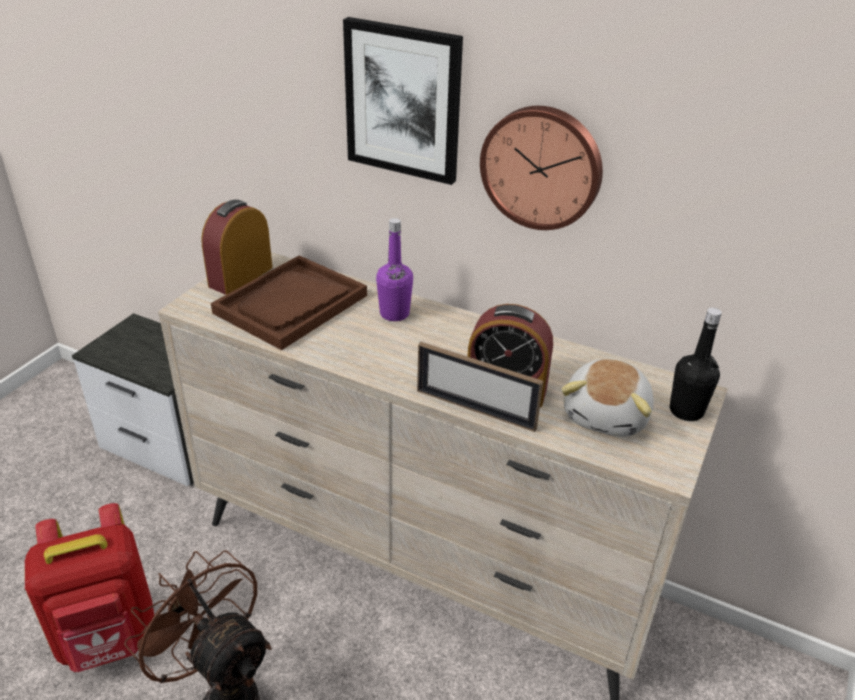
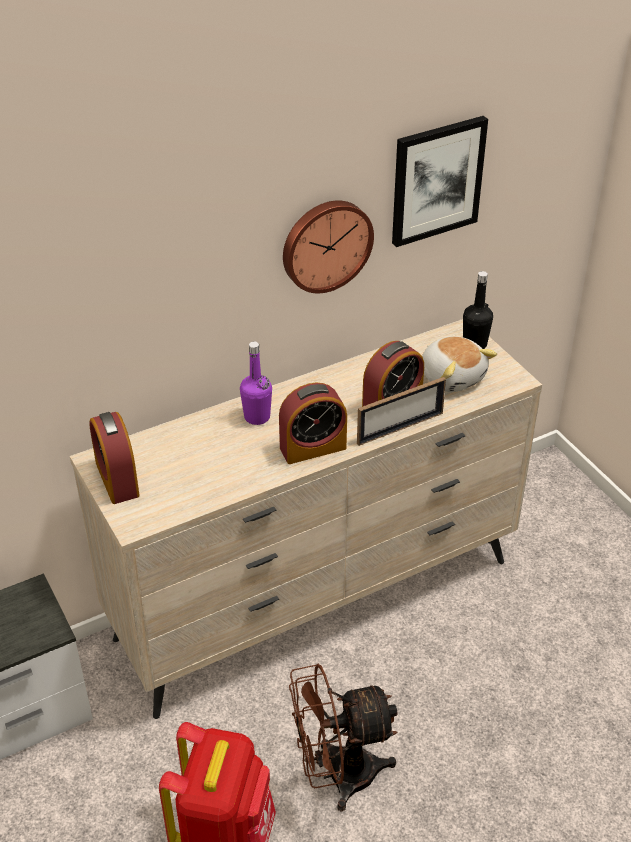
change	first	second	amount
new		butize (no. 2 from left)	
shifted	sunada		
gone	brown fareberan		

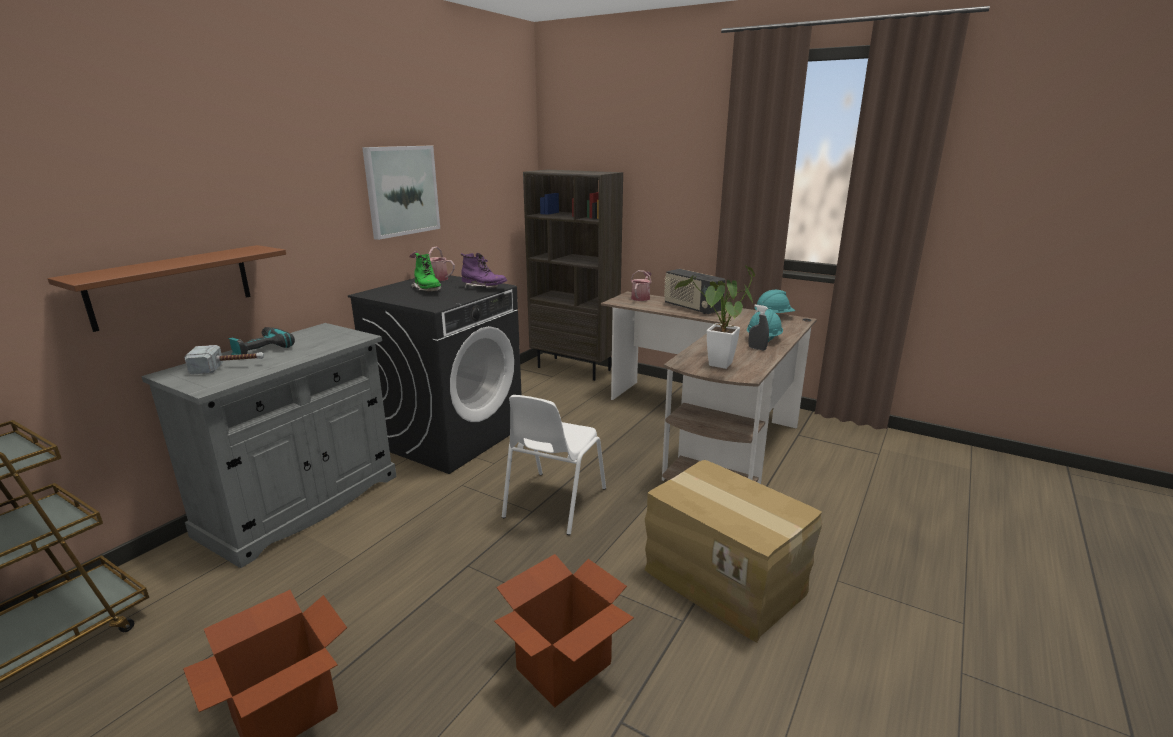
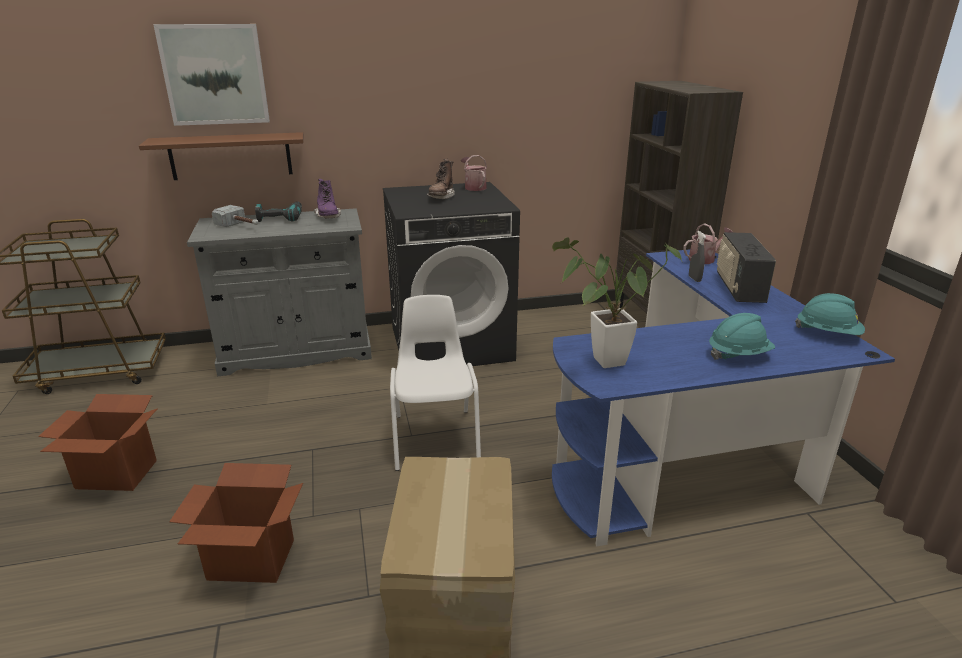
change	first	second	amount
shifted	sunada		
shifted	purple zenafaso		
rotated	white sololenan		105 degrees clockwise
repainted	green zenafaso	brown zenafaso	
repainted	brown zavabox	blue zavabox	
shifted	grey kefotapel		

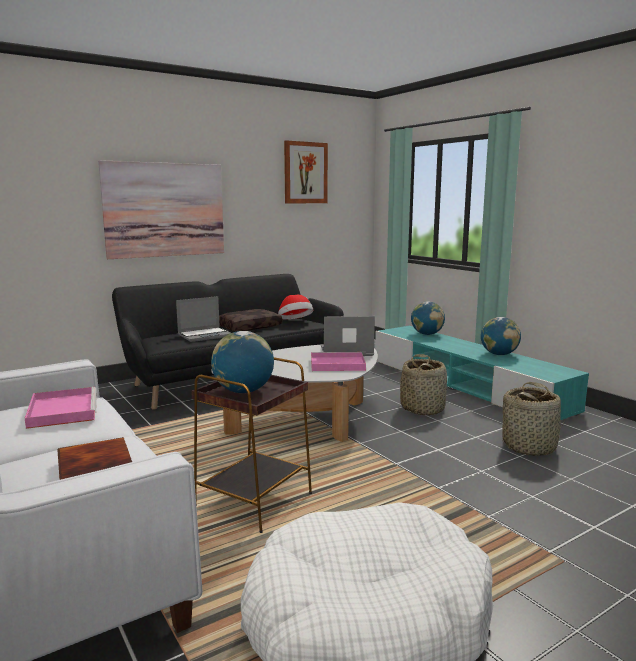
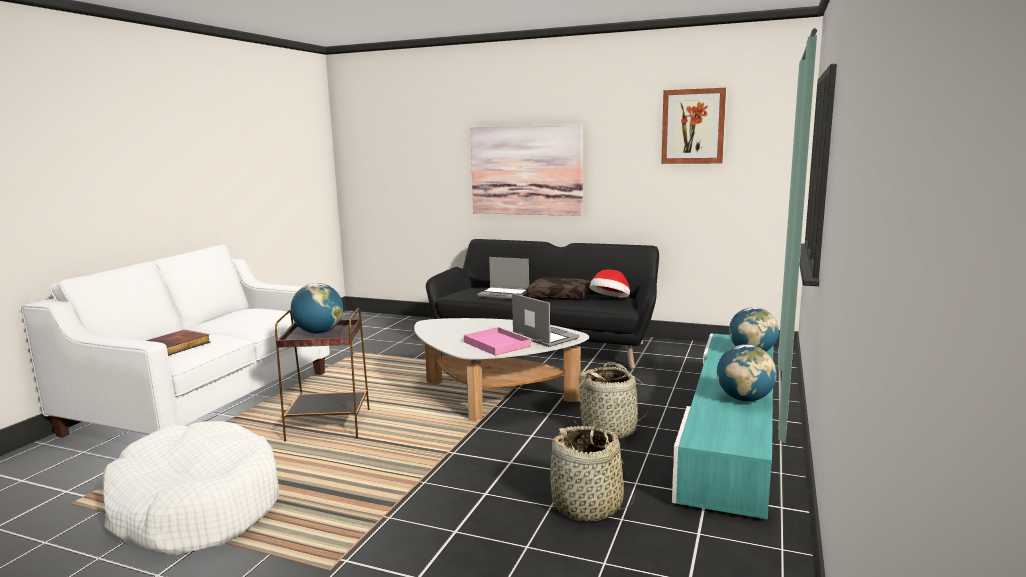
change	first	second	amount
gone	pink fareberan (no. 1 from left)		

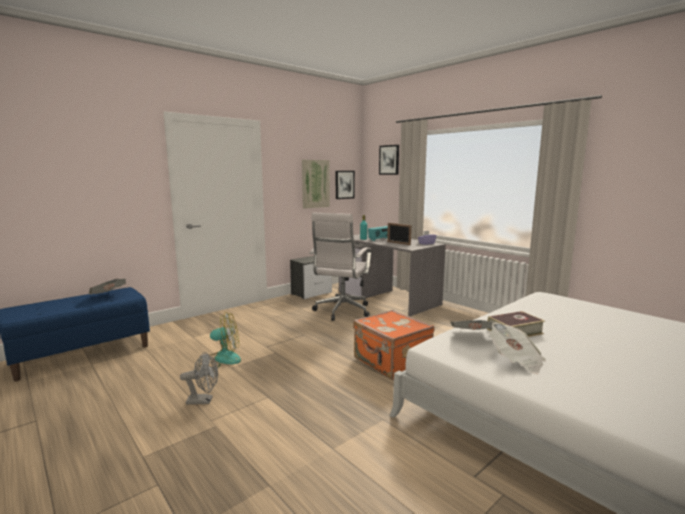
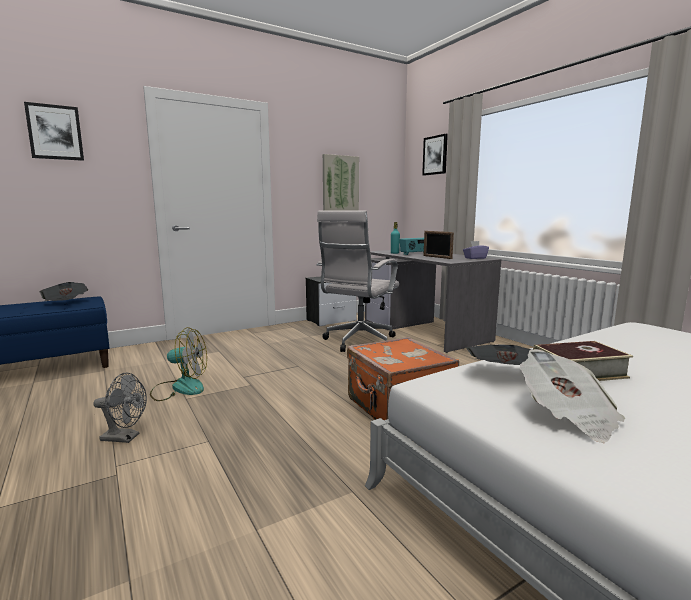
change	first	second	amount
shifted	sunada (no. 2 from left in the first image)	sunada (no. 1 from left)	

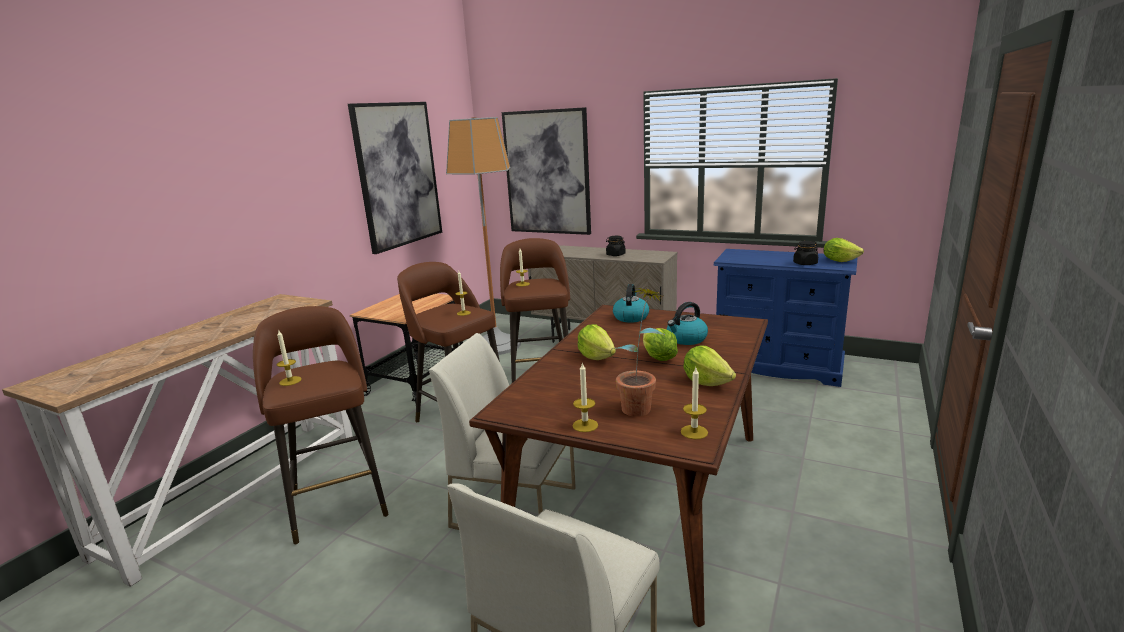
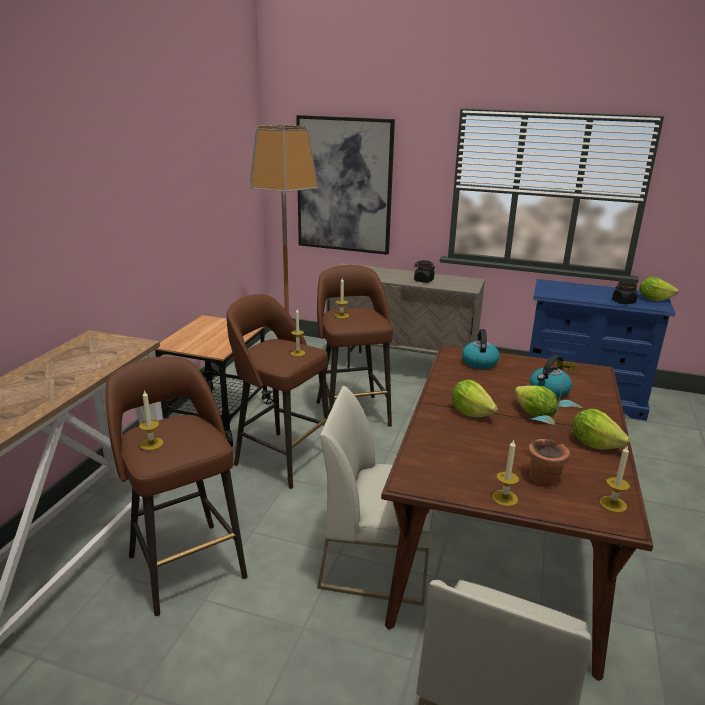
change	first	second	amount
gone	sunada (no. 1 from left)		

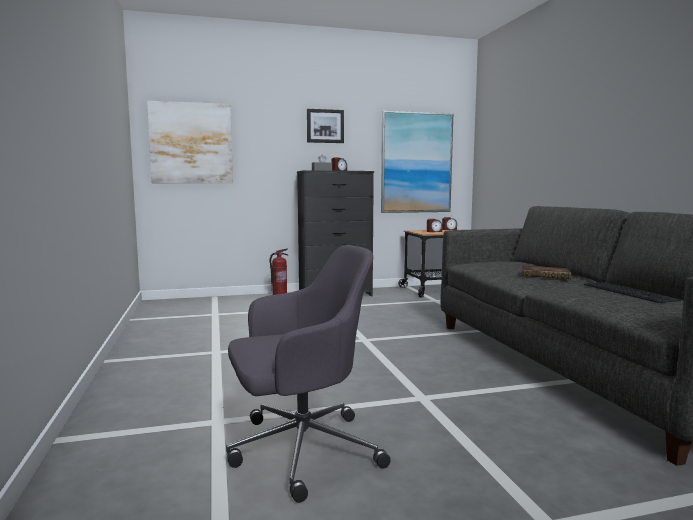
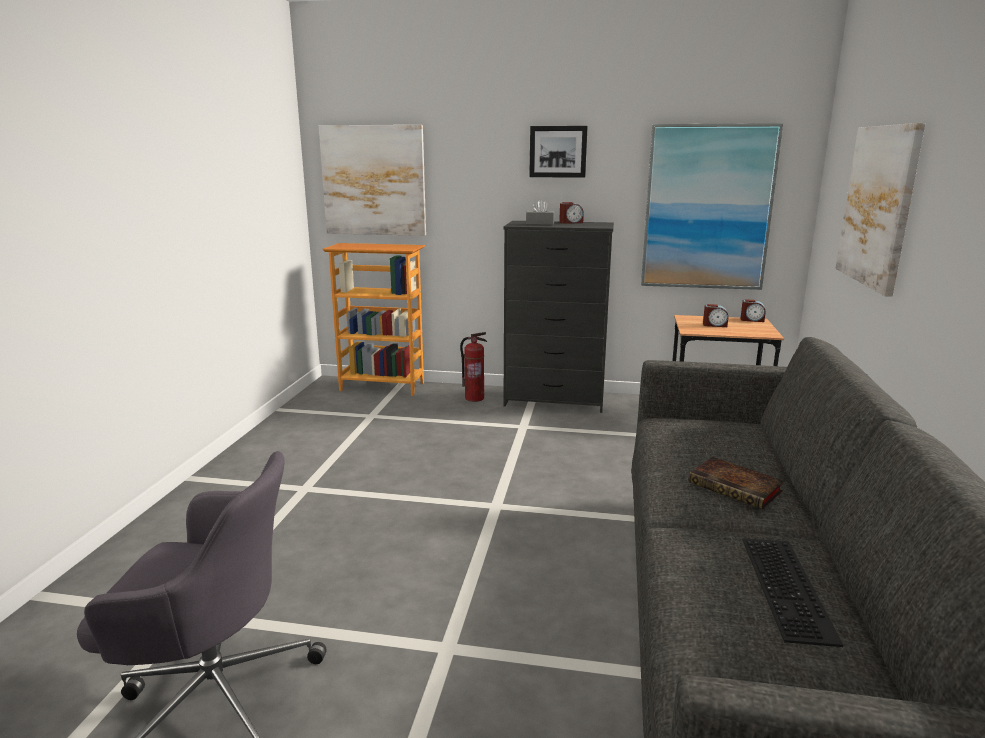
change	first	second	amount
new		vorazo	
new		sunada (no. 4 from left)	

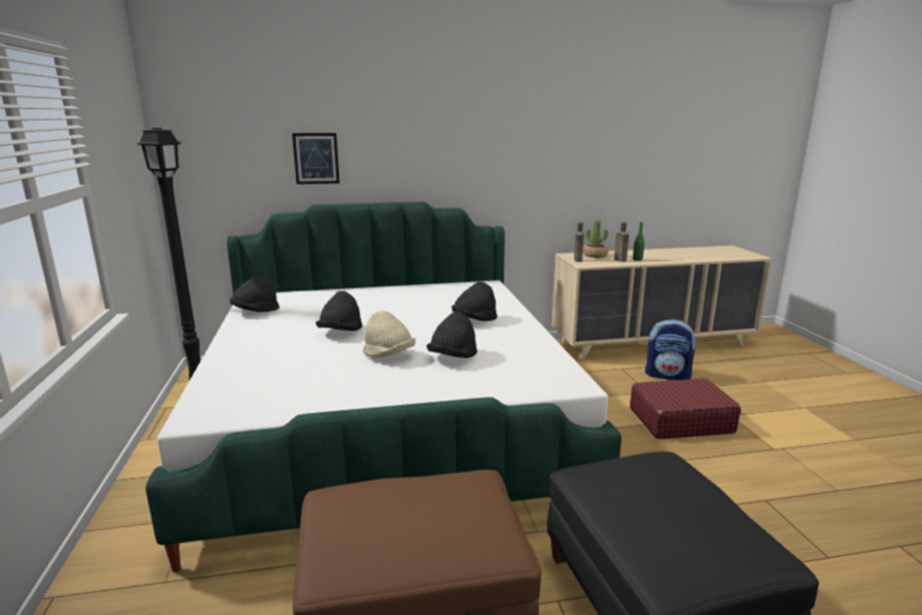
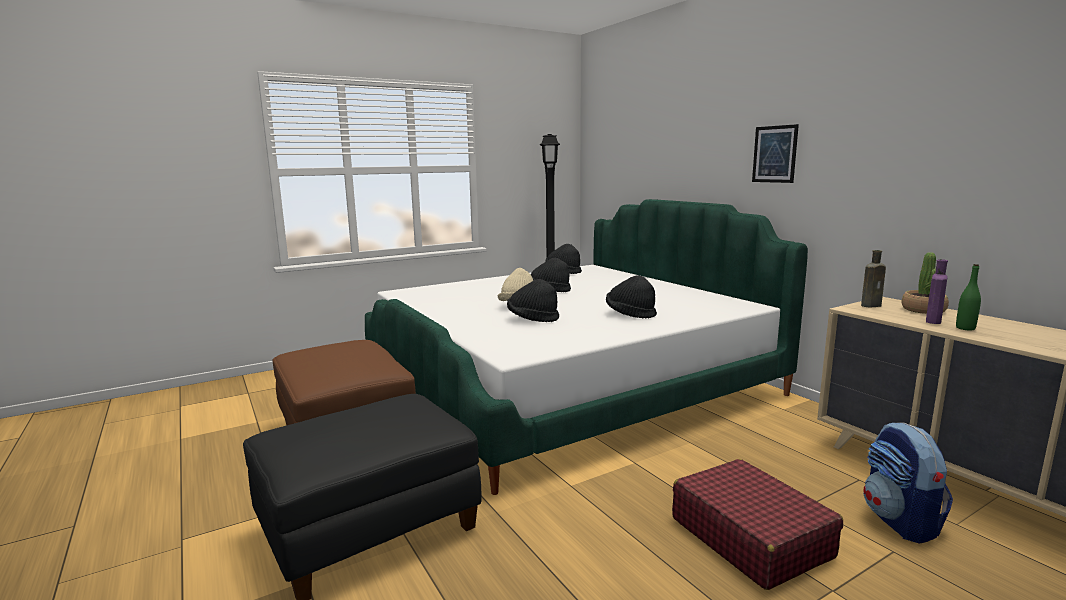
change	first	second	amount
shifted	sunada		
repainted	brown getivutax (no. 2 from left)	purple getivutax	

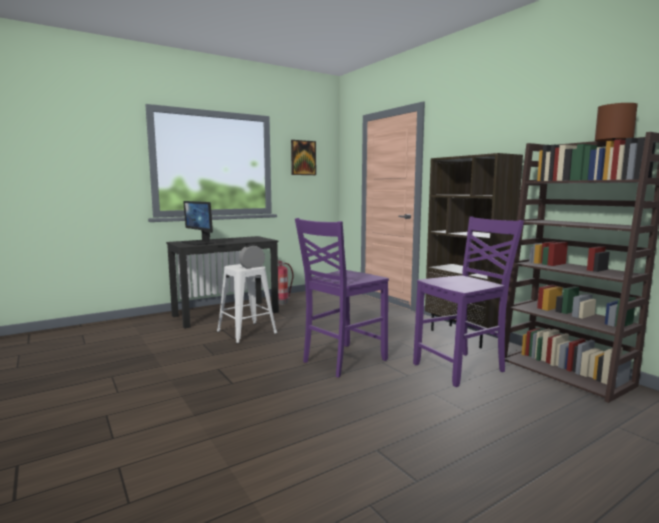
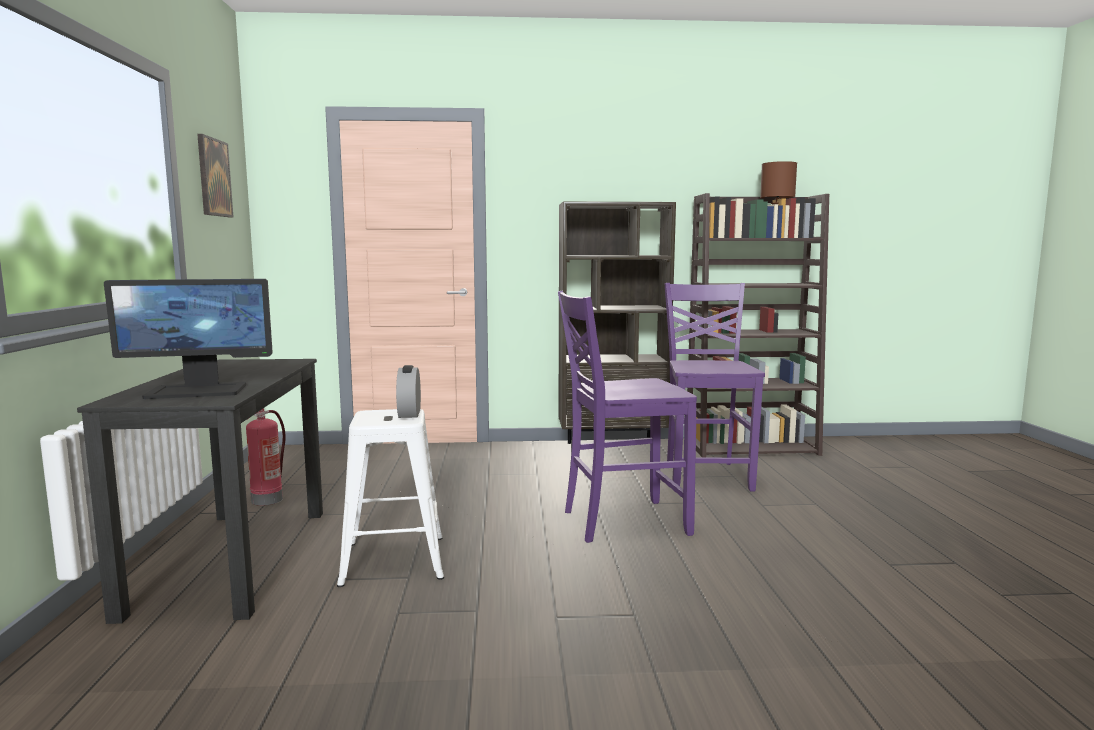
change	first	second	amount
rotated	purple sololenan (no. 1 from left)		90 degrees clockwise

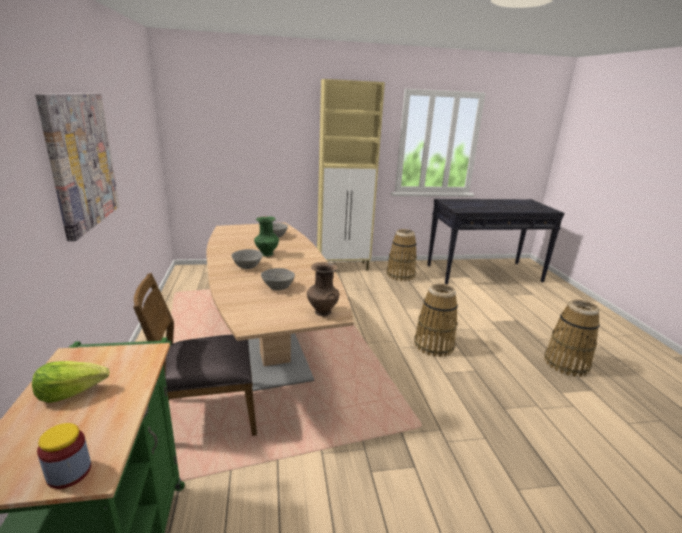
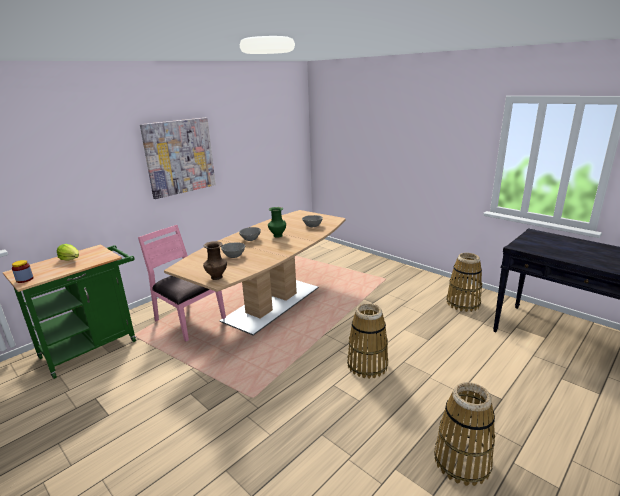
change	first	second	amount
repainted	brown sololenan	pink sololenan	
gone	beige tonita		

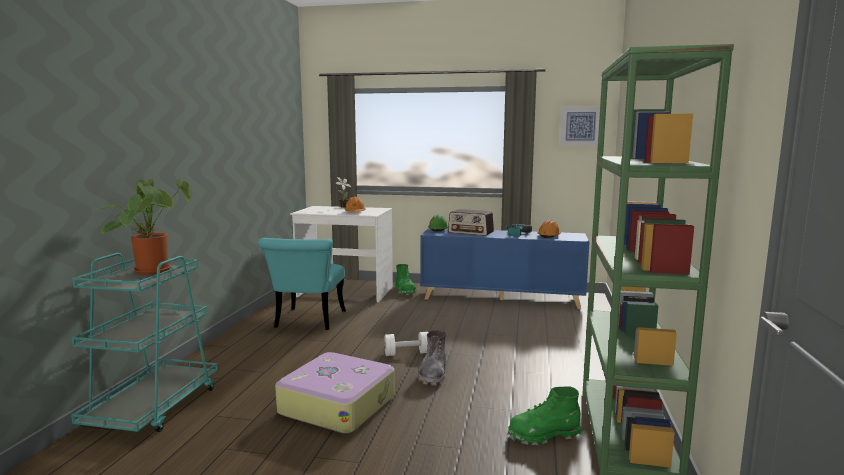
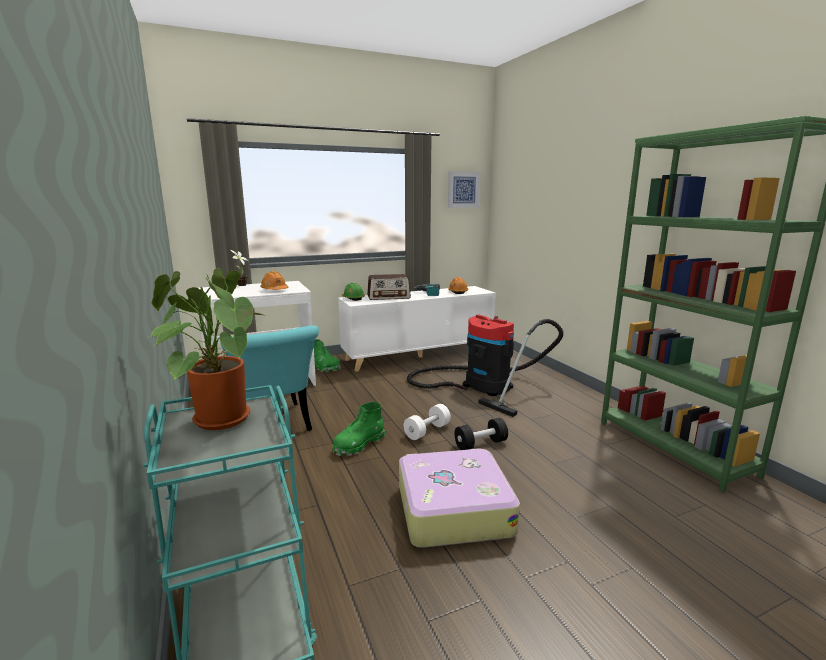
change	first	second	amount
shifted	green zenafaso (no. 2 from left)		
repainted	blue tonita	white tonita	
new		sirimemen	
swapped	grey zenafaso	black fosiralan	

